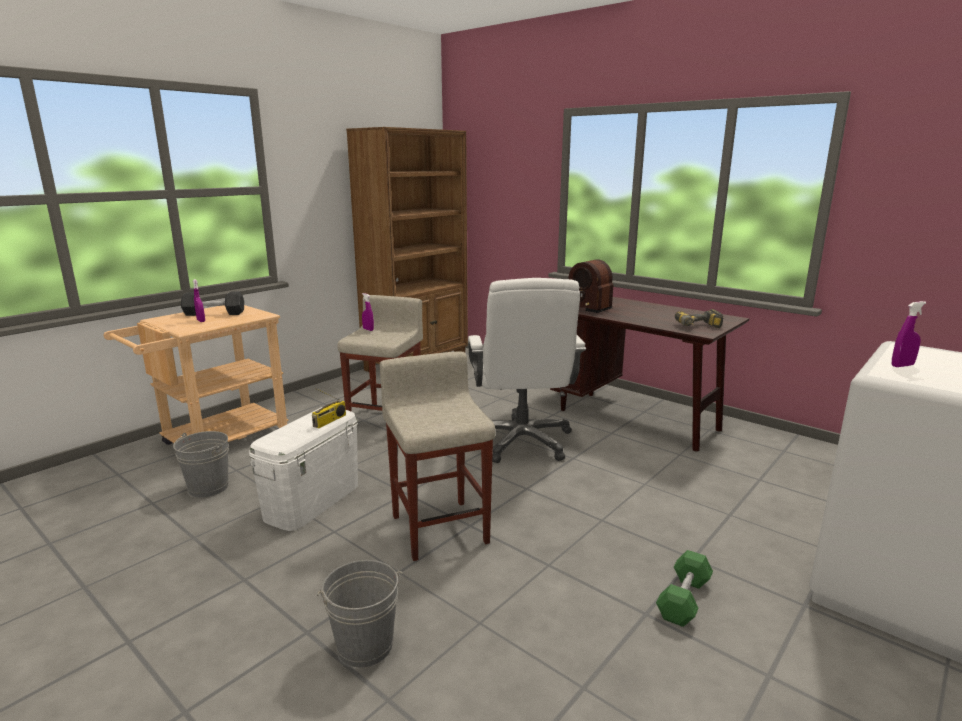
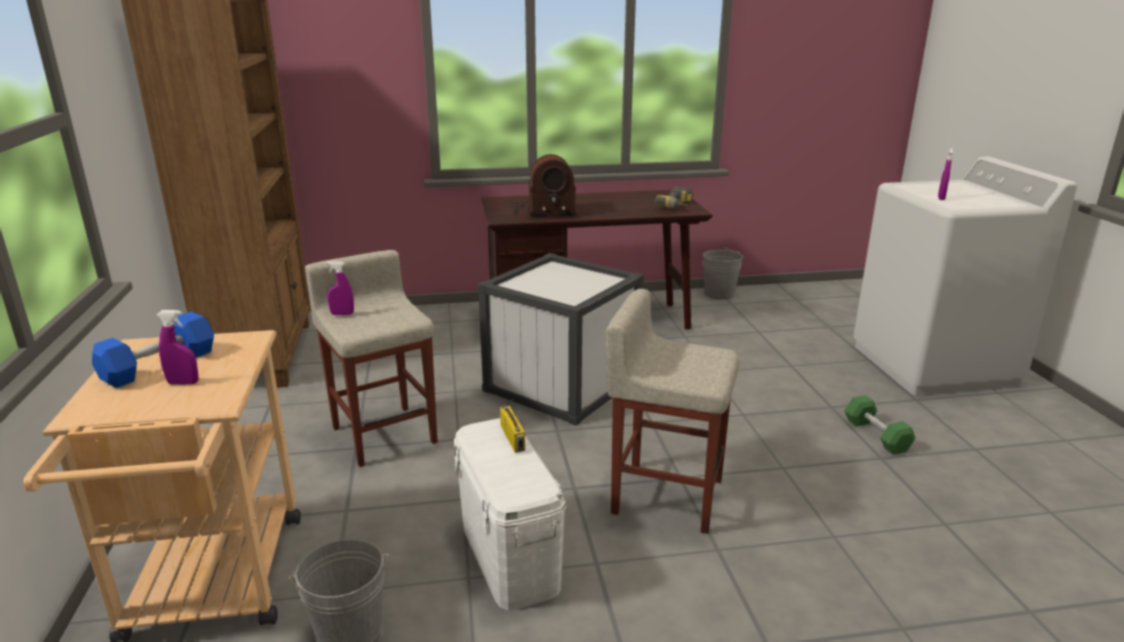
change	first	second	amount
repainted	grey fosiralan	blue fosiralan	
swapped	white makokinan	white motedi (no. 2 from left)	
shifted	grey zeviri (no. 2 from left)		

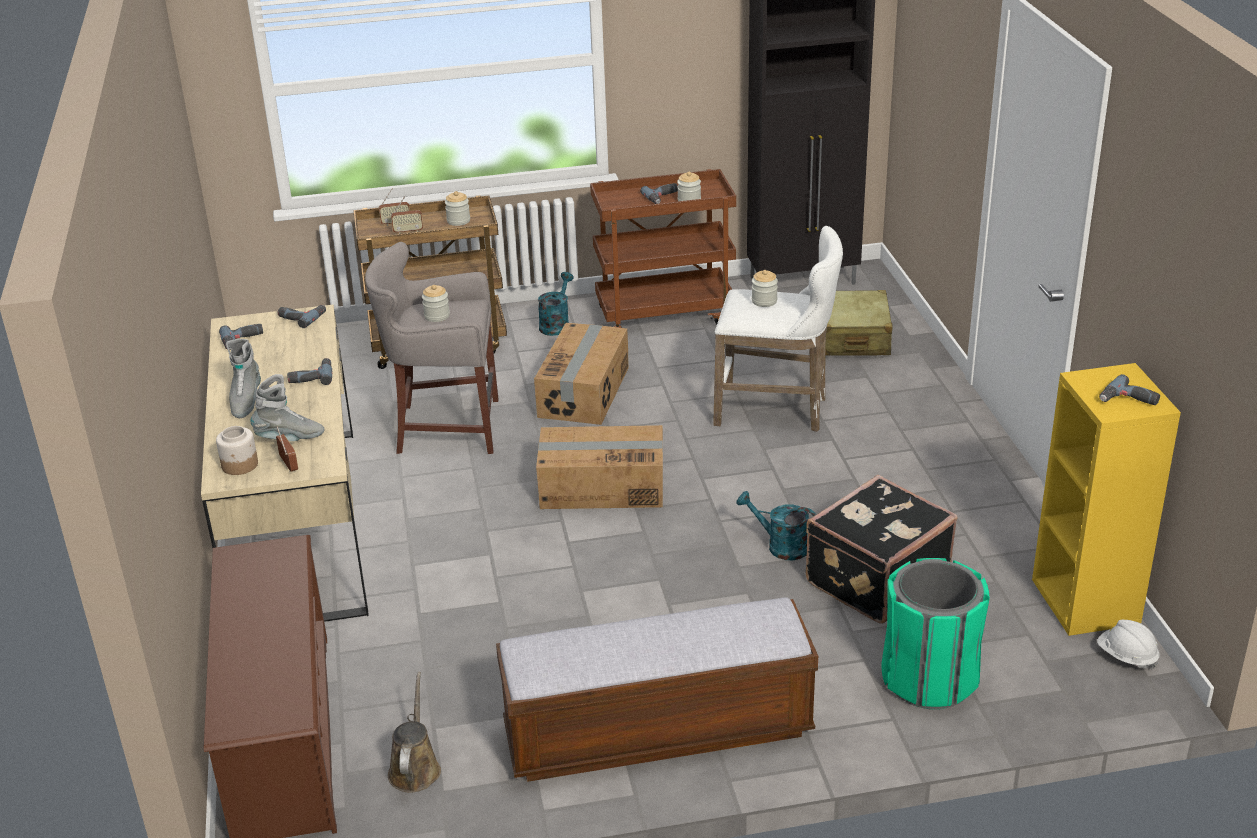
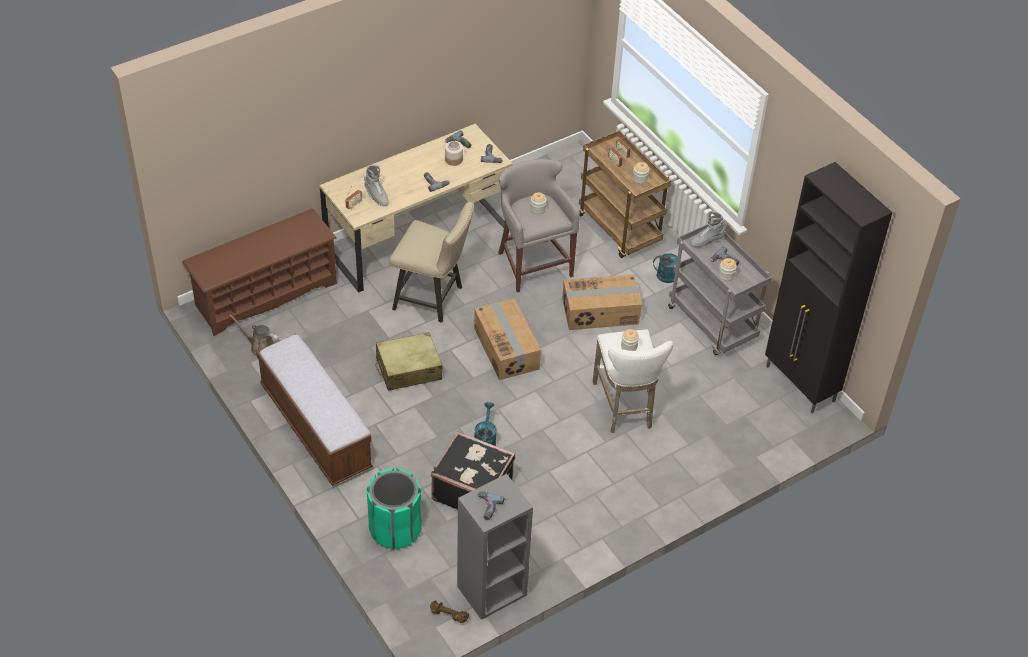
change	first	second	amount
rotated	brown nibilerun		135 degrees counterclockwise
shifted	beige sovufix		
new		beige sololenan	
swapped	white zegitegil	brown fosiralan	
shifted	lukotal (no. 1 from left)		
repainted	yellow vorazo	grey vorazo	
repainted	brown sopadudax (no. 2 from left)	grey sopadudax	
shifted	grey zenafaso (no. 1 from left in the first image)	grey zenafaso (no. 2 from left)	

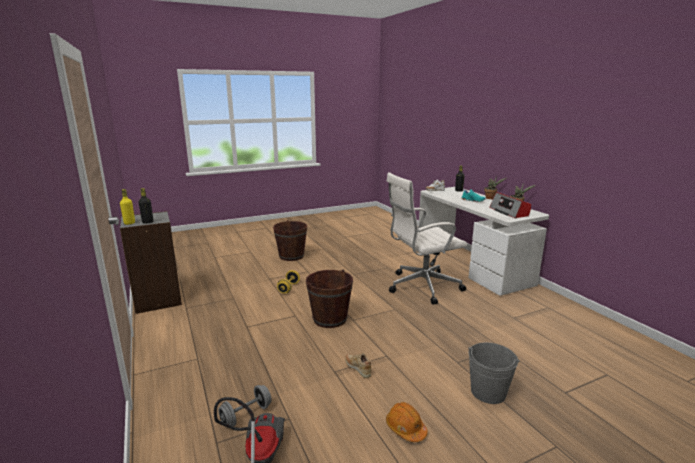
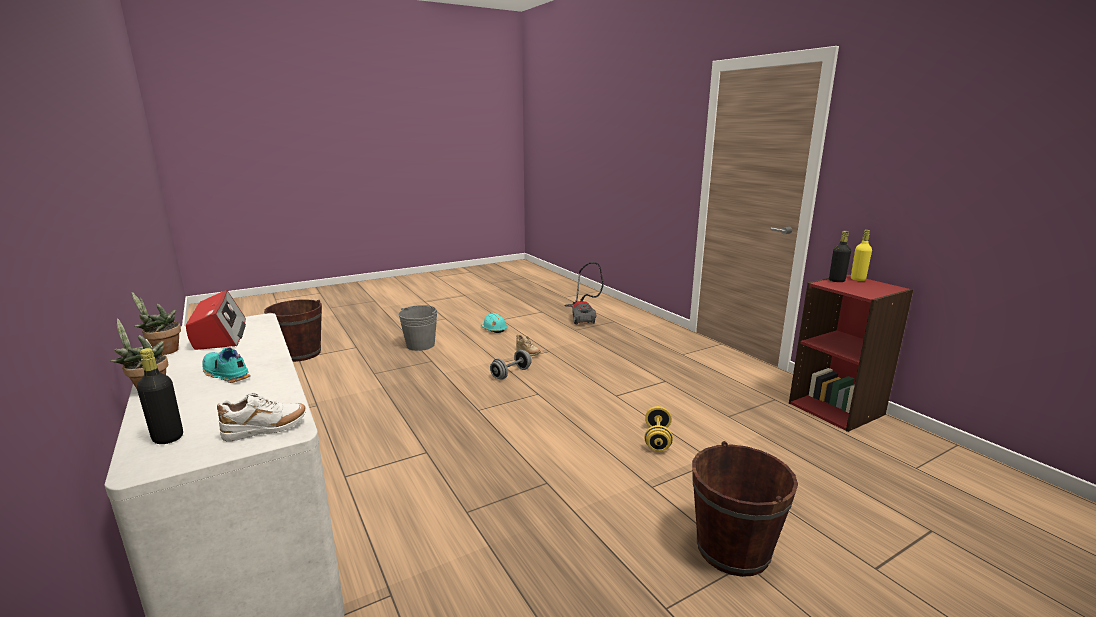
change	first	second	amount
shifted	brown zeviri (no. 2 from left in the first image)	brown zeviri (no. 1 from left)	
repainted	orange zegitegil	turquoise zegitegil	
shifted	grey fosiralan		
repainted	grey vorazo	red vorazo	
gone	white makokinan		

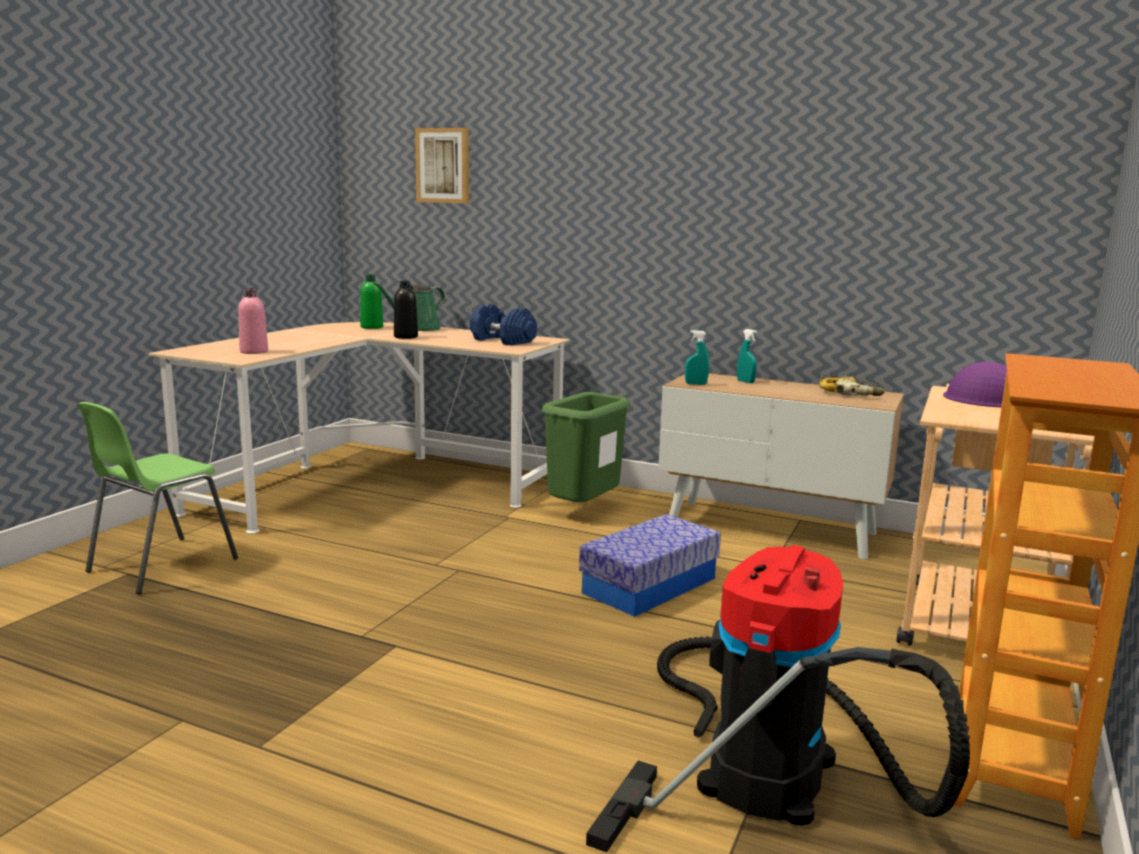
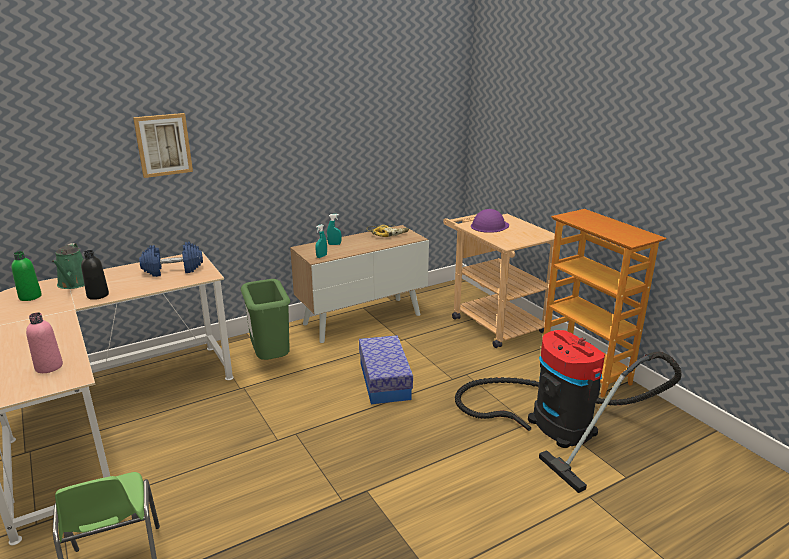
change	first	second	amount
shifted	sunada		

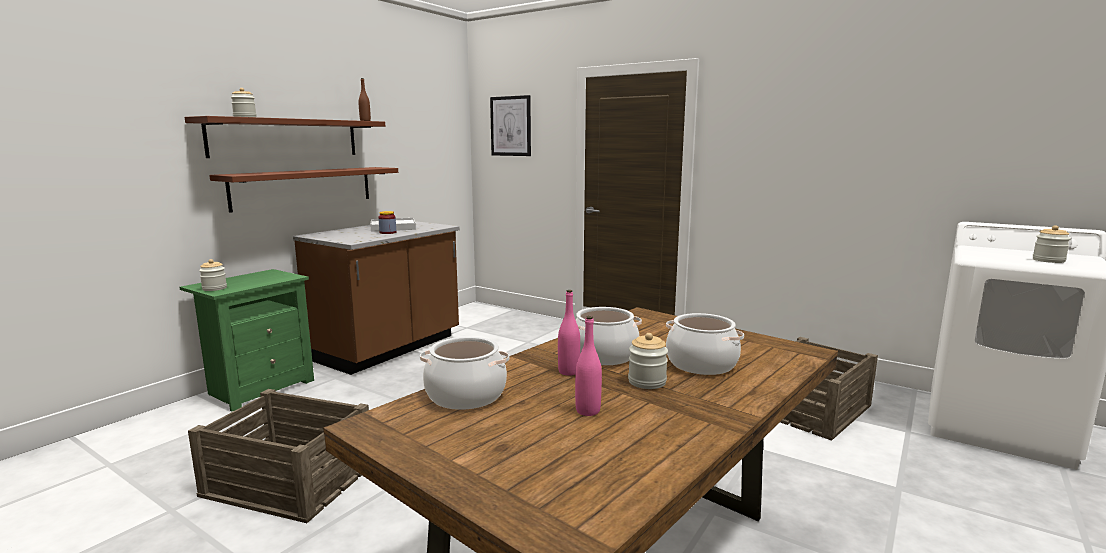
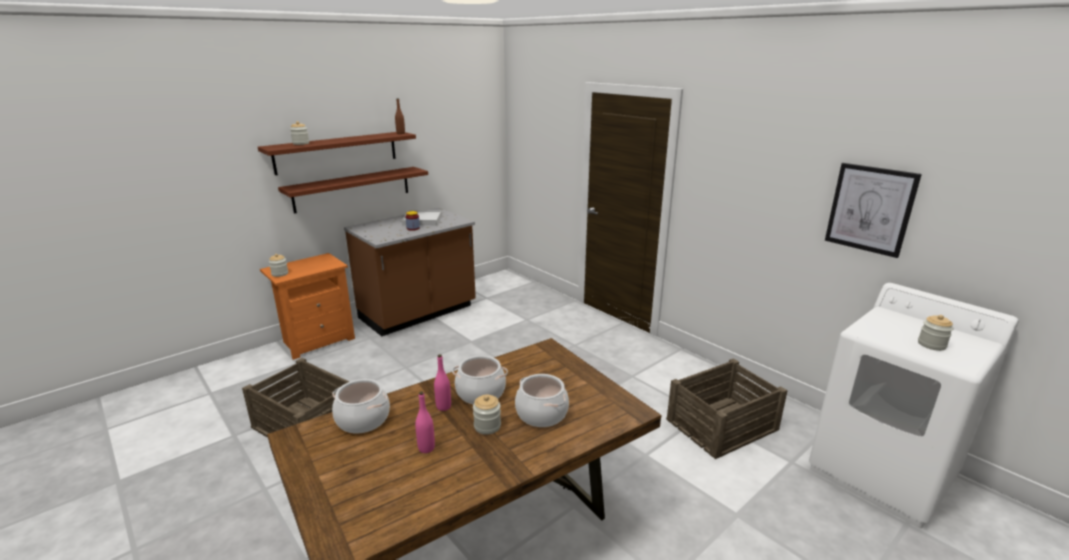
change	first	second	amount
repainted	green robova	orange robova	
shifted	sunada		

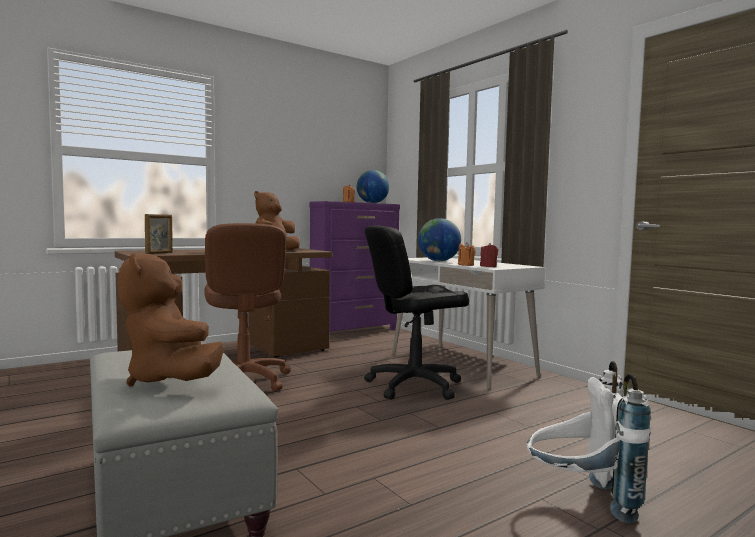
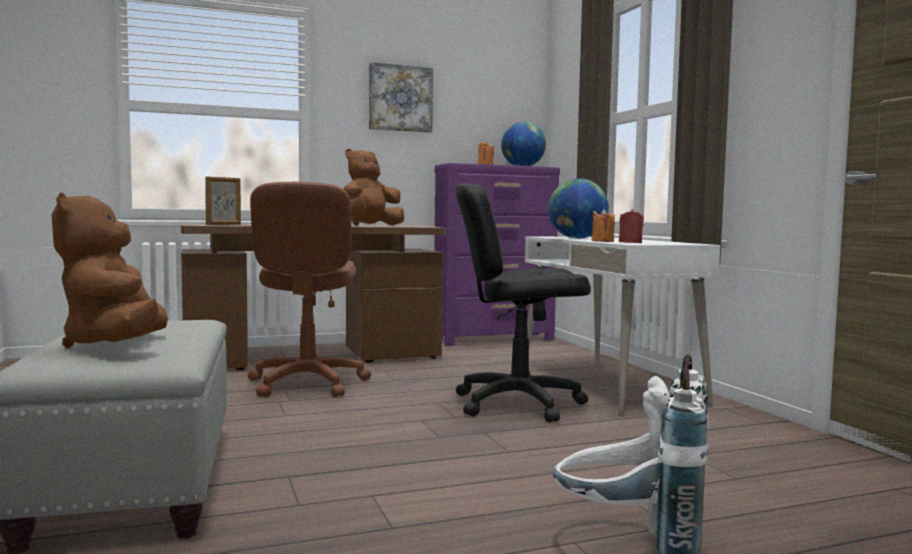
change	first	second	amount
new		sunada	

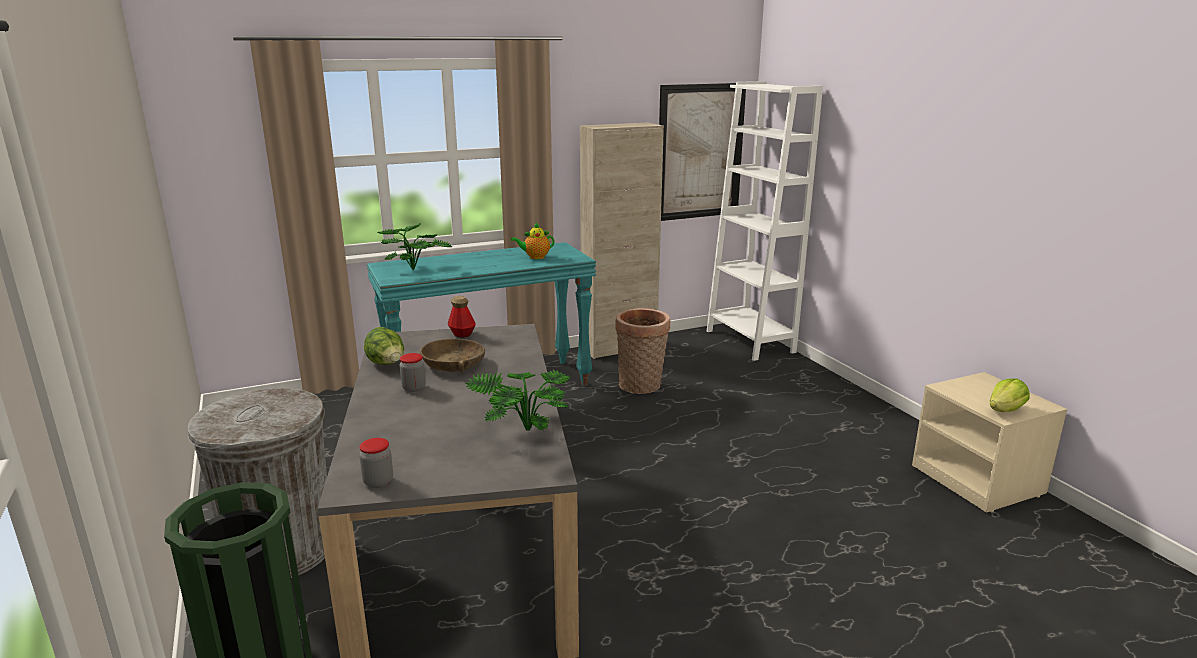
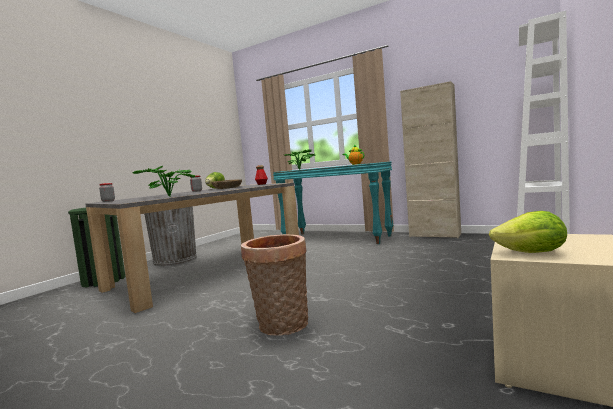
change	first	second	amount
shifted	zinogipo		
gone	sunada		

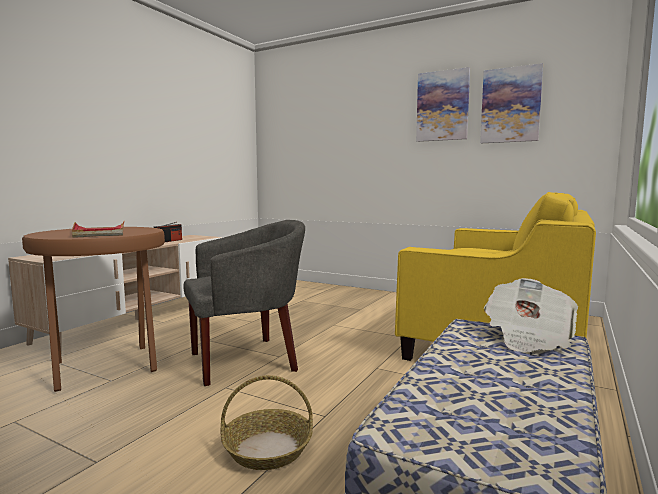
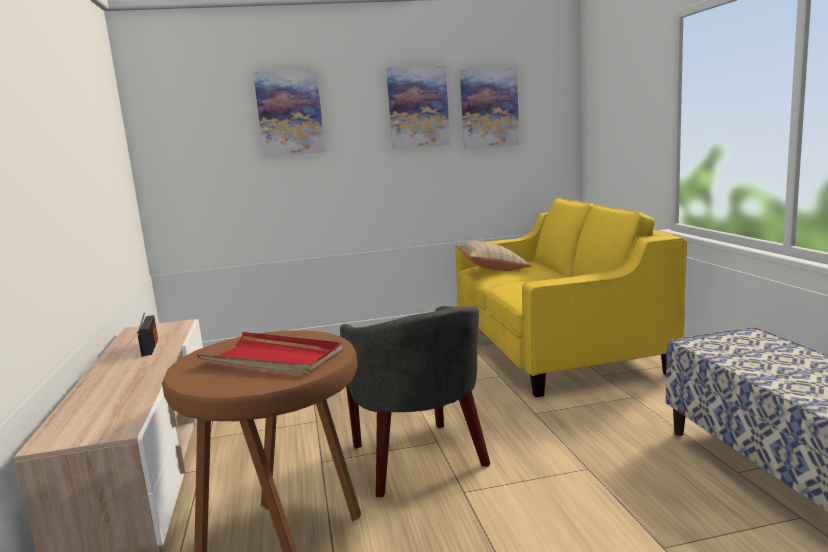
change	first	second	amount
new		sunada (no. 1 from left)	
rotated	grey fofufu		135 degrees clockwise
new		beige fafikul	
gone	zinogipo		
gone	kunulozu		

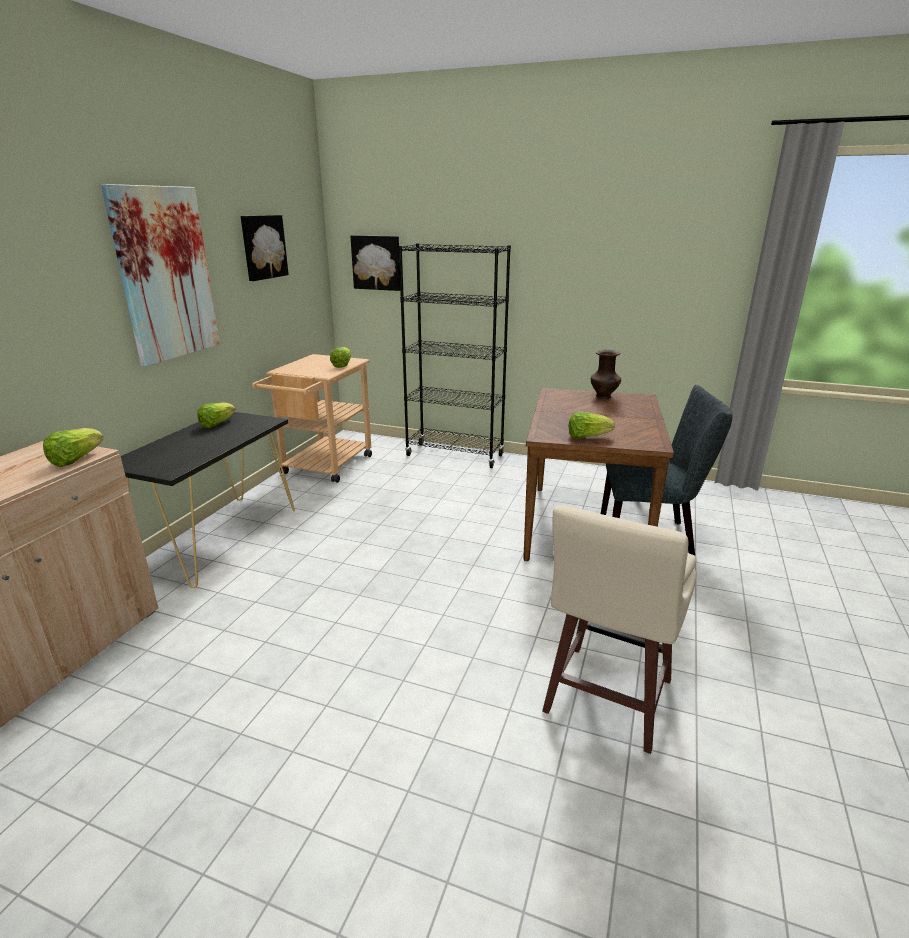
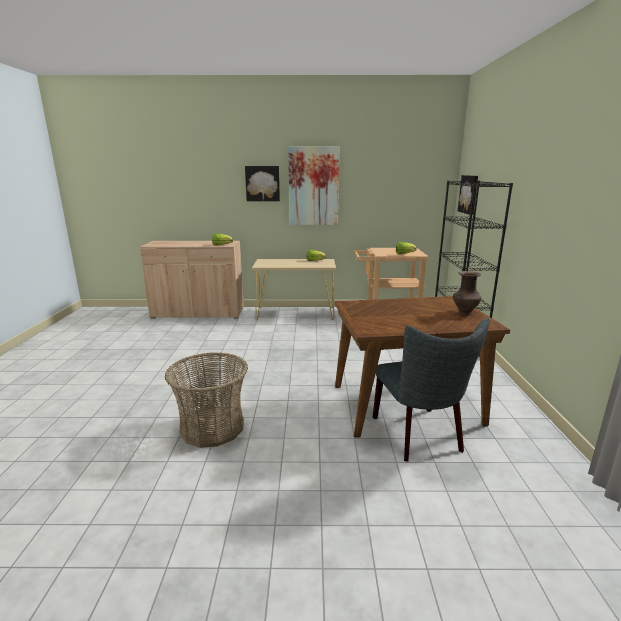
change	first	second	amount
swapped	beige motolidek	zinogipo	
shifted	sunada (no. 2 from left in the first image)	sunada (no. 1 from left)	
repainted	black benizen	beige benizen	
gone	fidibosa (no. 4 from left)		

